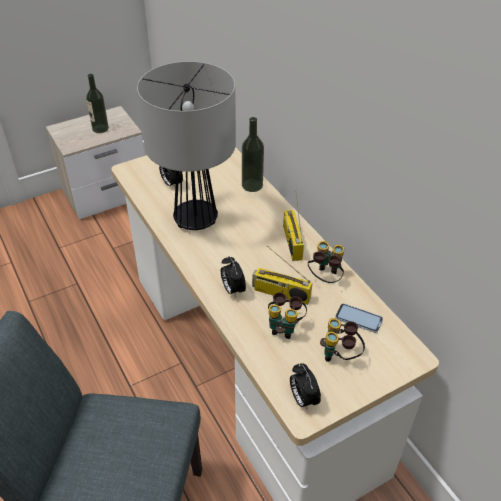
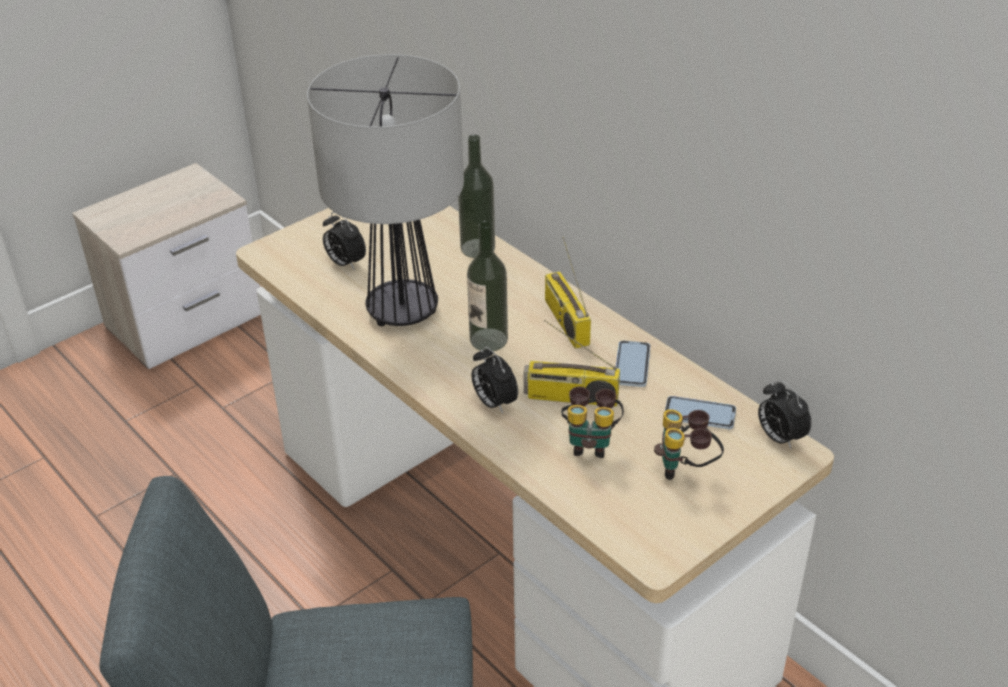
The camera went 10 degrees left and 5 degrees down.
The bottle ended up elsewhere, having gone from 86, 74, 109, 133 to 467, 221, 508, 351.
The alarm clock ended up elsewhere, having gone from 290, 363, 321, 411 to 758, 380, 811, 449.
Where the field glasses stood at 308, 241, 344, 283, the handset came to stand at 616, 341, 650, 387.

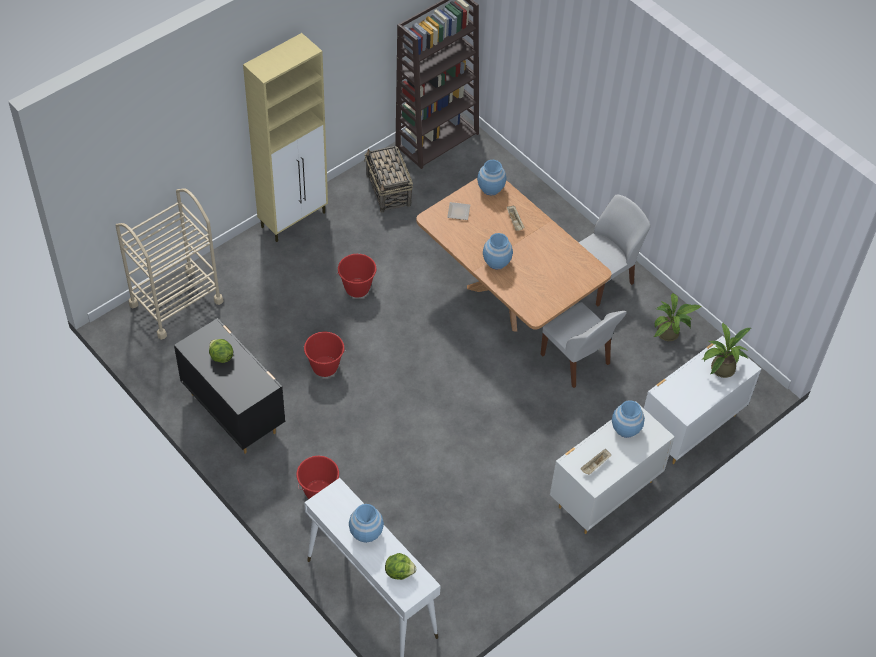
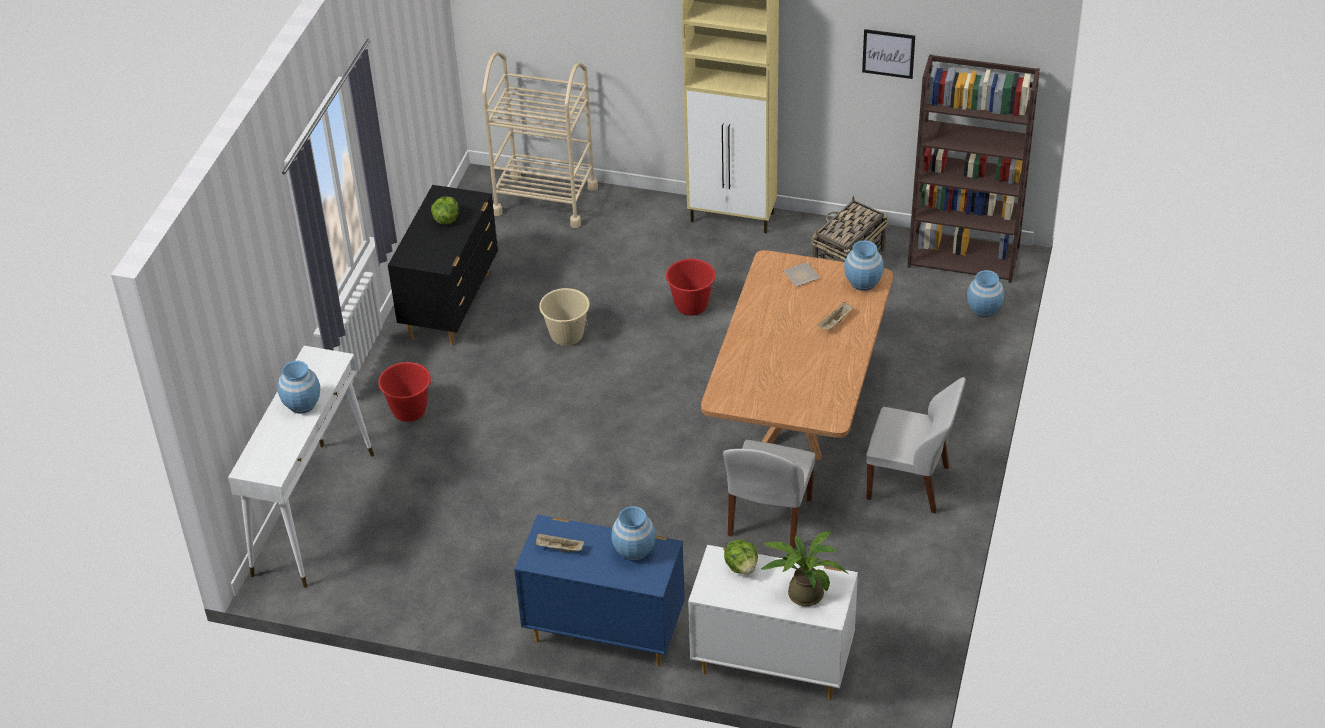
The camera went 60 degrees right and 10 degrees down.
What was the reddish water bucket at 304, 332, 346, 377 turned into the beige-coloured water bucket at 539, 288, 590, 346.
The head of lettuce ended up elsewhere, having gone from 385, 553, 416, 580 to 724, 539, 758, 575.
The bluish vase ended up elsewhere, having gone from 483, 233, 513, 270 to 967, 270, 1004, 317.
What was the whitish chest of drawers at 550, 401, 675, 534 turned into the bluish chest of drawers at 514, 514, 685, 666.
The second view lost the houseplant at 654, 293, 702, 341.
The second view gained the wall art at 862, 29, 915, 79.

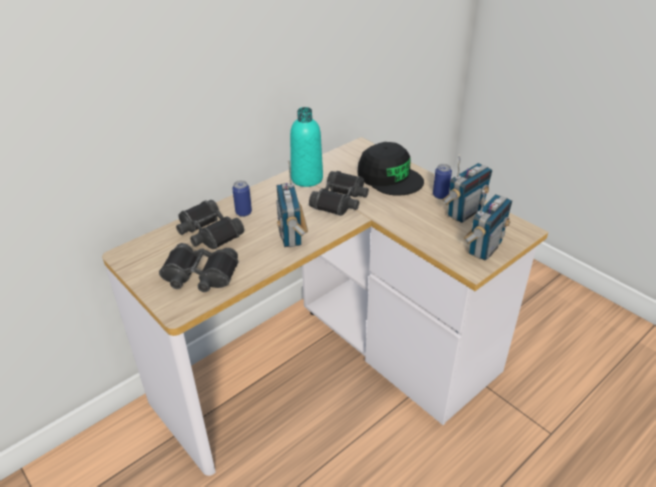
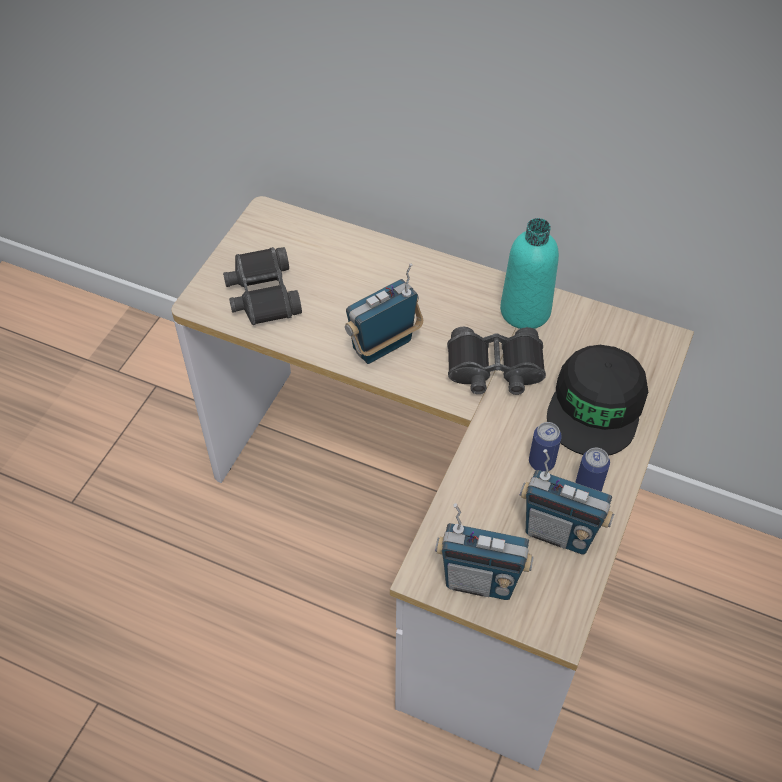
The camera went 65 degrees right and 15 degrees up.
The second view lost the blackish field glasses at 176, 200, 244, 249.
The can ended up elsewhere, having gone from 232, 180, 252, 217 to 529, 422, 562, 471.

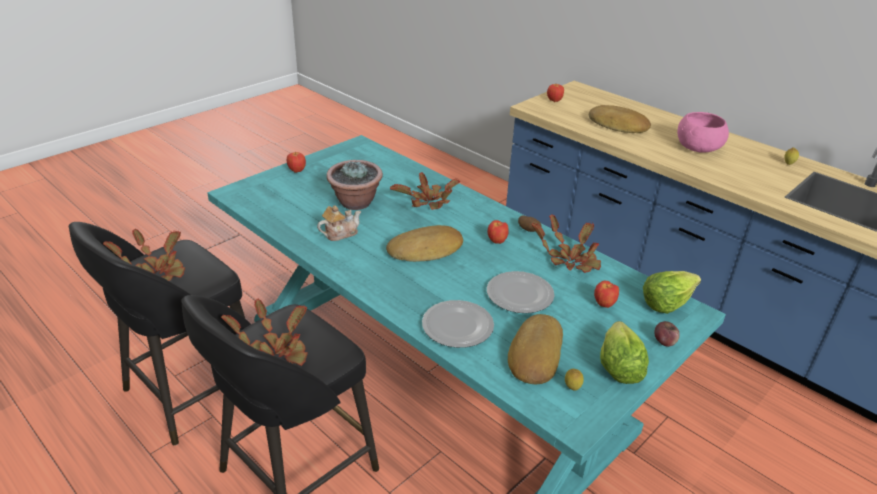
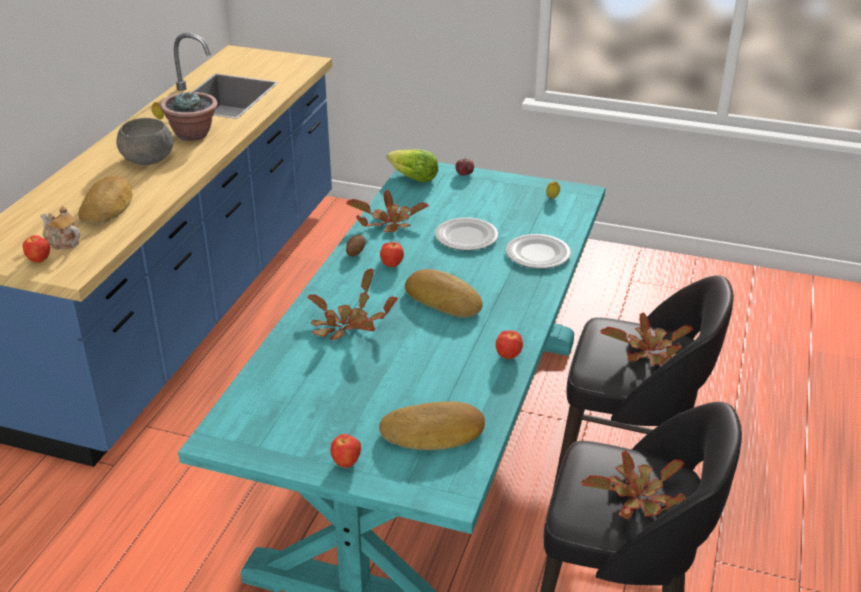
The camera went 115 degrees left and 0 degrees up.
The tea pot ended up elsewhere, having gone from 317, 205, 361, 241 to 41, 206, 80, 250.
The houseplant ended up elsewhere, having gone from 327, 160, 383, 210 to 160, 91, 218, 141.
The bread ended up elsewhere, having gone from 508, 314, 563, 384 to 379, 401, 485, 450.
The apple ended up elsewhere, having gone from 594, 281, 619, 308 to 496, 331, 523, 359.
The second view lost the head of lettuce at 600, 321, 649, 384.
What was the pinkish deep dish at 677, 112, 729, 153 turned into the gray deep dish at 116, 118, 173, 165.

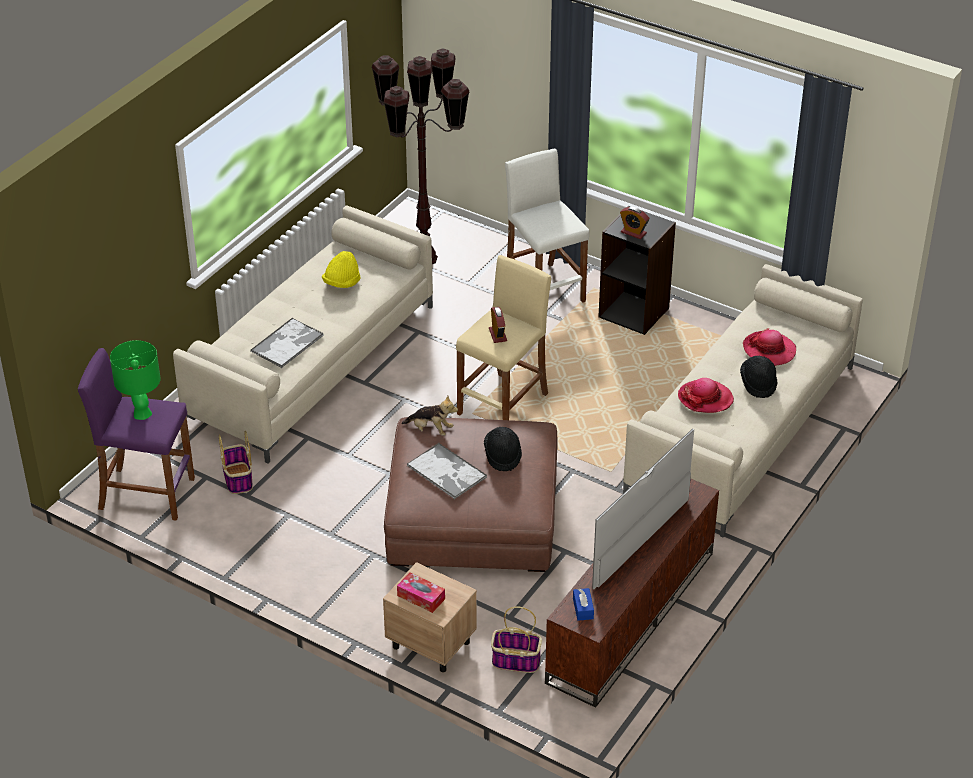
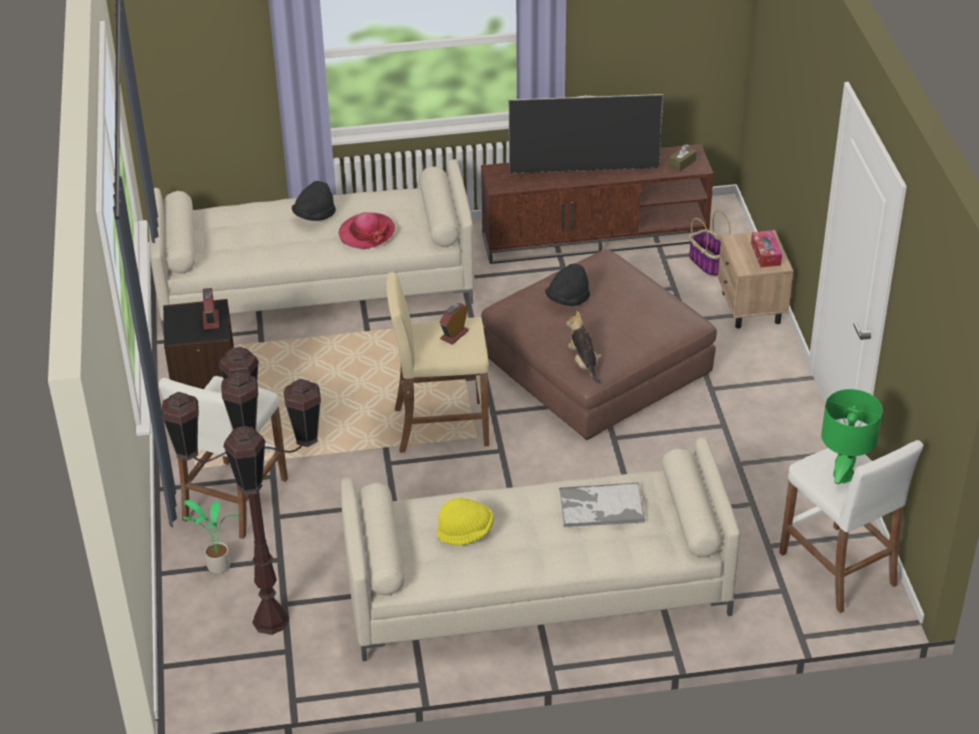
The camera went 130 degrees left and 0 degrees up.
What was the purple sitting stool at 78, 348, 195, 521 turned into the whitish sitting stool at 779, 440, 923, 613.
The second view lost the basket at 219, 431, 253, 494.
The second view lost the tray at 407, 443, 487, 499.
What was the bluish tissue box at 573, 588, 594, 621 turned into the brown tissue box at 669, 144, 697, 172.
The second view lost the hat at 743, 328, 796, 366.
The second view gained the houseplant at 183, 500, 239, 574.

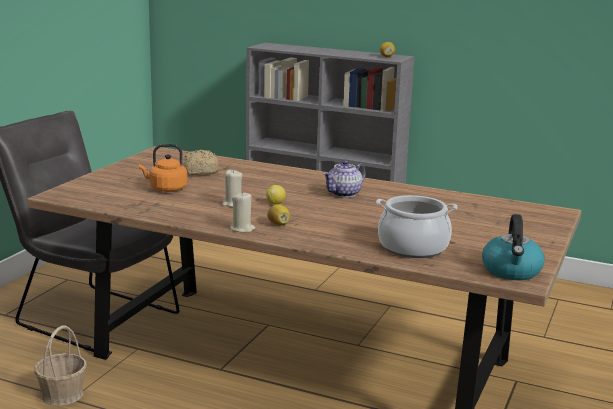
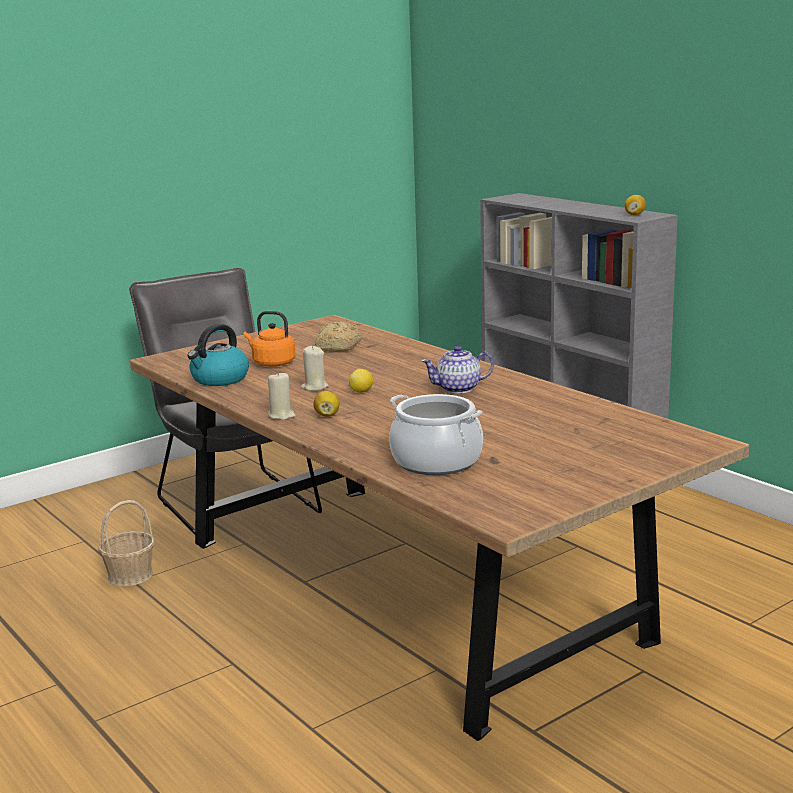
The camera went 30 degrees right and 0 degrees up.
The tea kettle ended up elsewhere, having gone from 482, 214, 545, 280 to 187, 324, 249, 386.

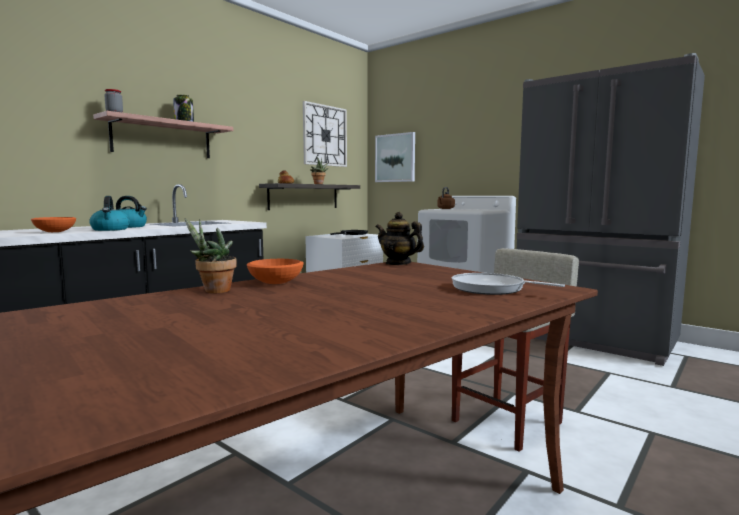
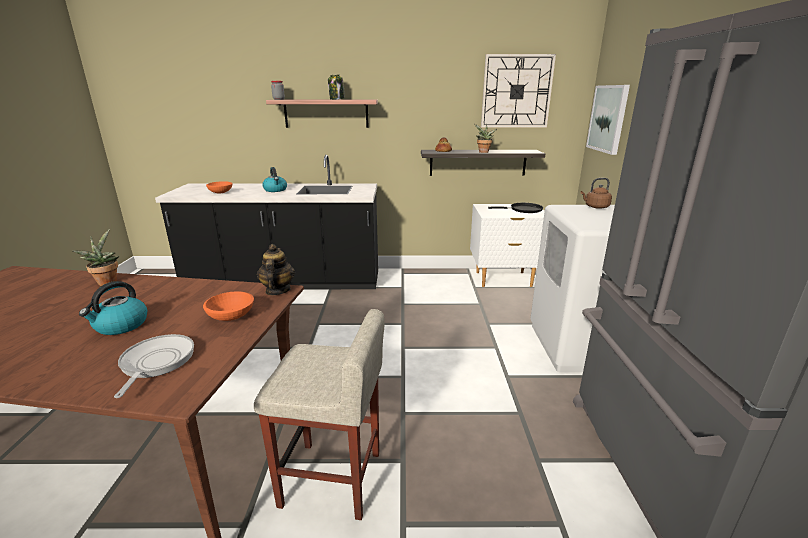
The camera went 50 degrees right and 15 degrees up.
The tea kettle ended up elsewhere, having gone from 89, 196, 130, 231 to 79, 281, 147, 335.
The orangey deep dish ended up elsewhere, having gone from 247, 259, 304, 284 to 203, 292, 254, 321.

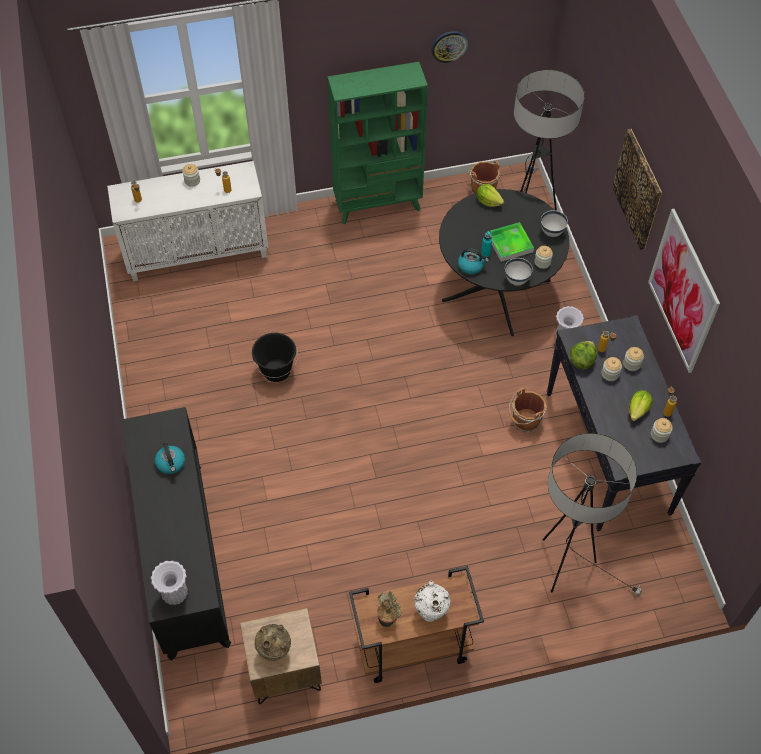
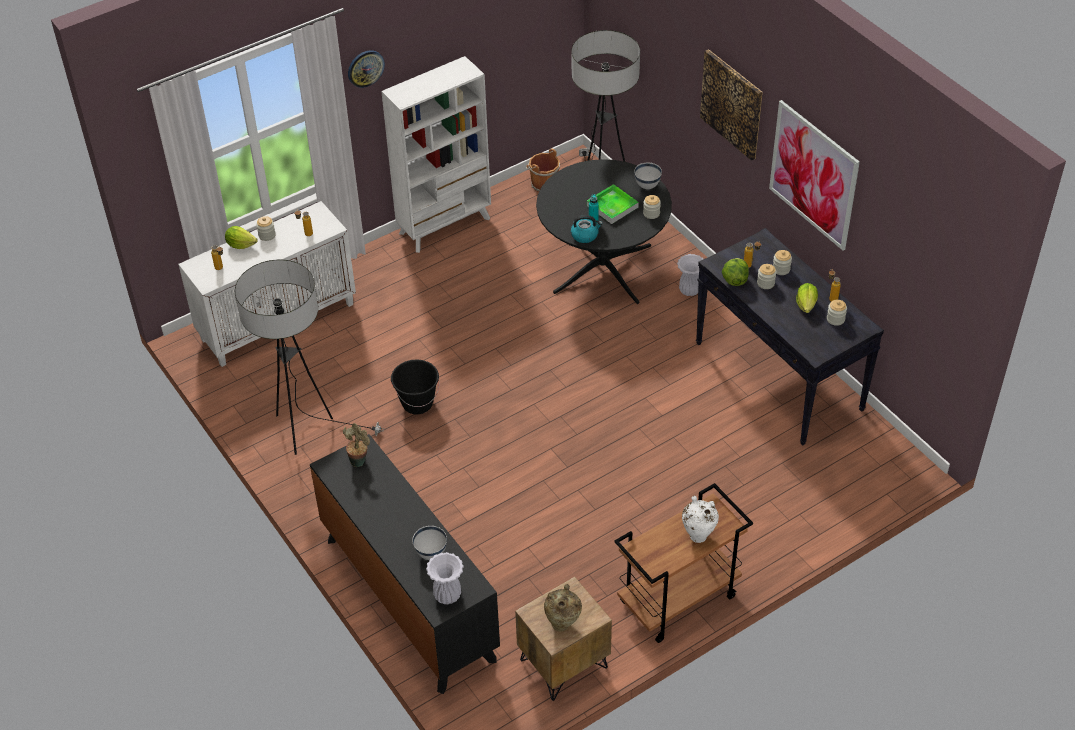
The camera went 20 degrees left and 10 degrees down.
The second view lost the tea kettle at 155, 443, 185, 474.
What was the green-coloured bookshelf at 327, 61, 428, 224 turned into the whitish bookshelf at 381, 56, 491, 253.
The houseplant ended up elsewhere, having gone from 377, 591, 401, 627 to 343, 423, 370, 467.
The clock on the wall ended up elsewhere, having gone from 431, 31, 468, 63 to 348, 50, 385, 88.
The head of lettuce ended up elsewhere, having gone from 476, 184, 505, 207 to 225, 226, 257, 249.
The whitish deep dish ended up elsewhere, having gone from 505, 258, 533, 285 to 412, 526, 447, 560.
The second view lost the brown water bucket at 509, 388, 547, 433.
The standard lamp ended up elsewhere, having gone from 543, 433, 644, 597 to 235, 260, 383, 455.

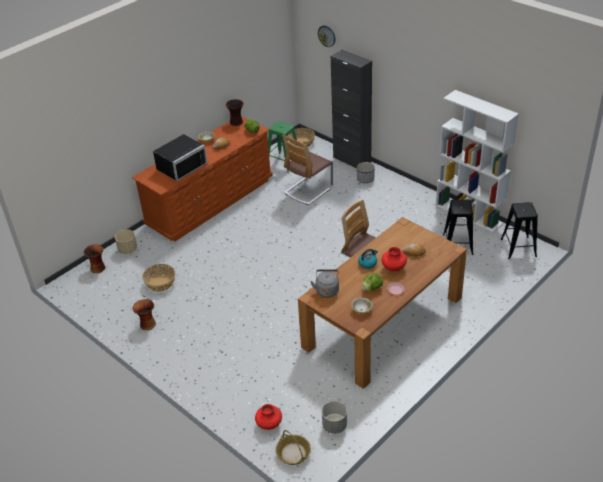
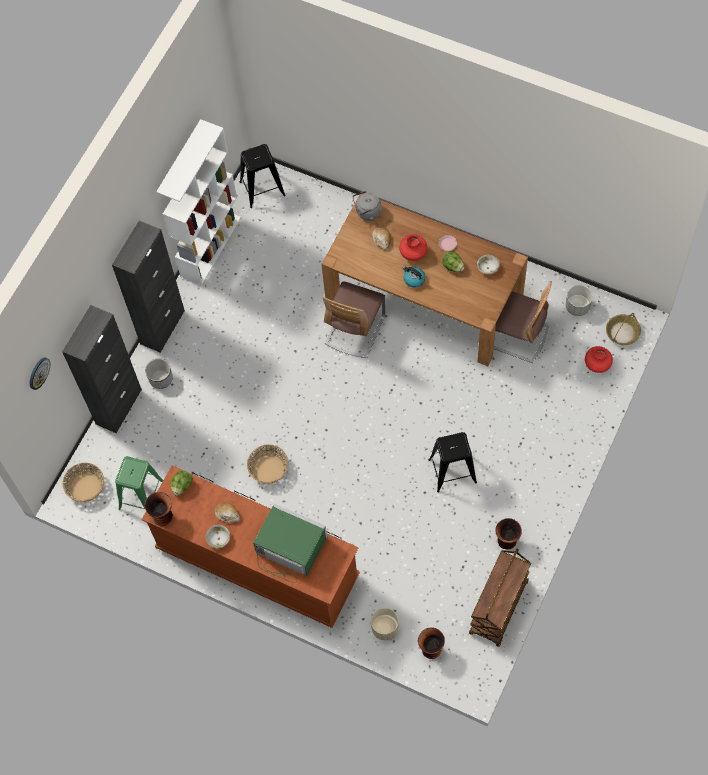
The camera went 105 degrees left and 25 degrees up.
The basket ended up elsewhere, having gone from 142, 264, 175, 292 to 247, 445, 289, 484.
What was the blackish kitchen microwave at 153, 134, 207, 181 turned into the green-coloured kitchen microwave at 253, 503, 327, 583.
The upright chair ended up elsewhere, having gone from 282, 135, 333, 205 to 494, 281, 552, 363.
The gray tea kettle ended up elsewhere, having gone from 310, 270, 339, 298 to 353, 191, 381, 221.
The blackish sitting stool ended up elsewhere, having gone from 443, 199, 474, 255 to 428, 432, 477, 492.
The second view gained the blackish cabinet at 112, 221, 185, 353.
The second view gained the brown cart at 469, 549, 531, 647.

